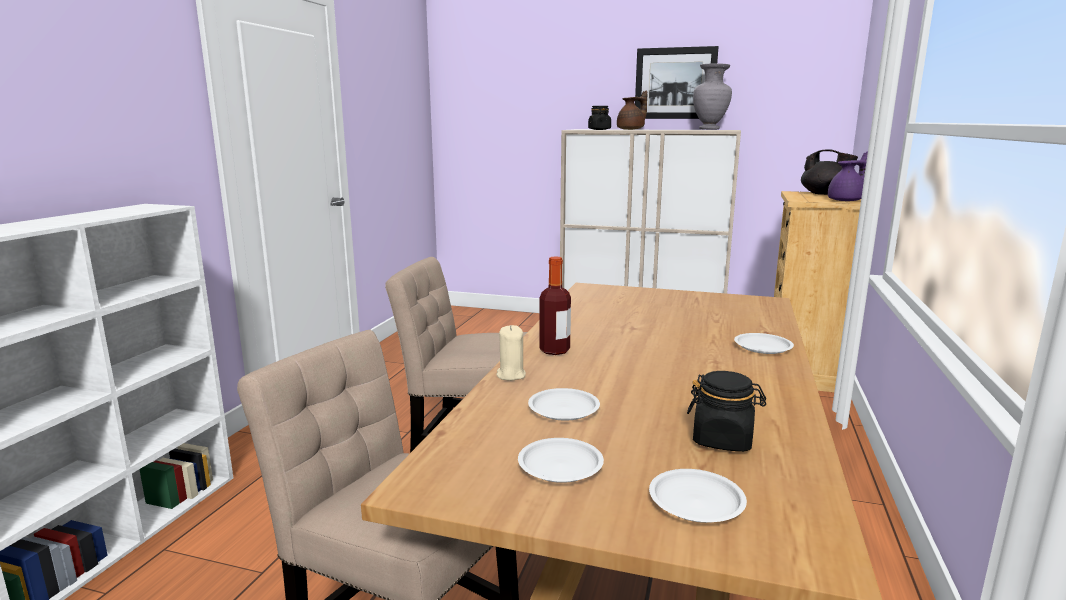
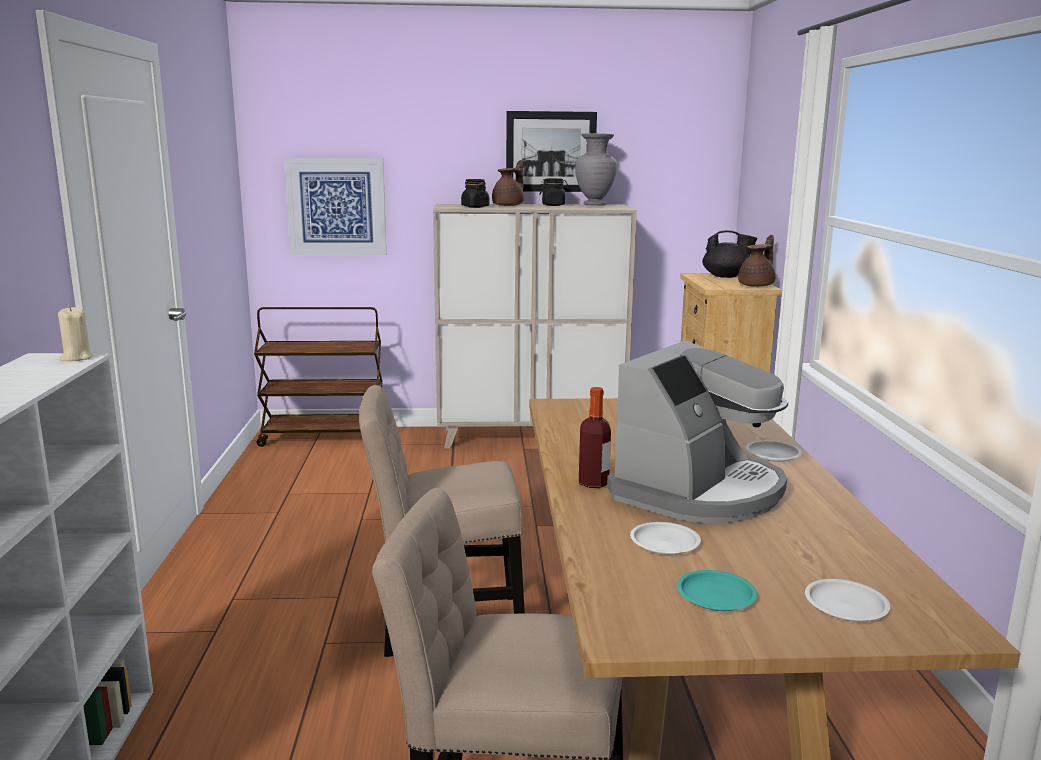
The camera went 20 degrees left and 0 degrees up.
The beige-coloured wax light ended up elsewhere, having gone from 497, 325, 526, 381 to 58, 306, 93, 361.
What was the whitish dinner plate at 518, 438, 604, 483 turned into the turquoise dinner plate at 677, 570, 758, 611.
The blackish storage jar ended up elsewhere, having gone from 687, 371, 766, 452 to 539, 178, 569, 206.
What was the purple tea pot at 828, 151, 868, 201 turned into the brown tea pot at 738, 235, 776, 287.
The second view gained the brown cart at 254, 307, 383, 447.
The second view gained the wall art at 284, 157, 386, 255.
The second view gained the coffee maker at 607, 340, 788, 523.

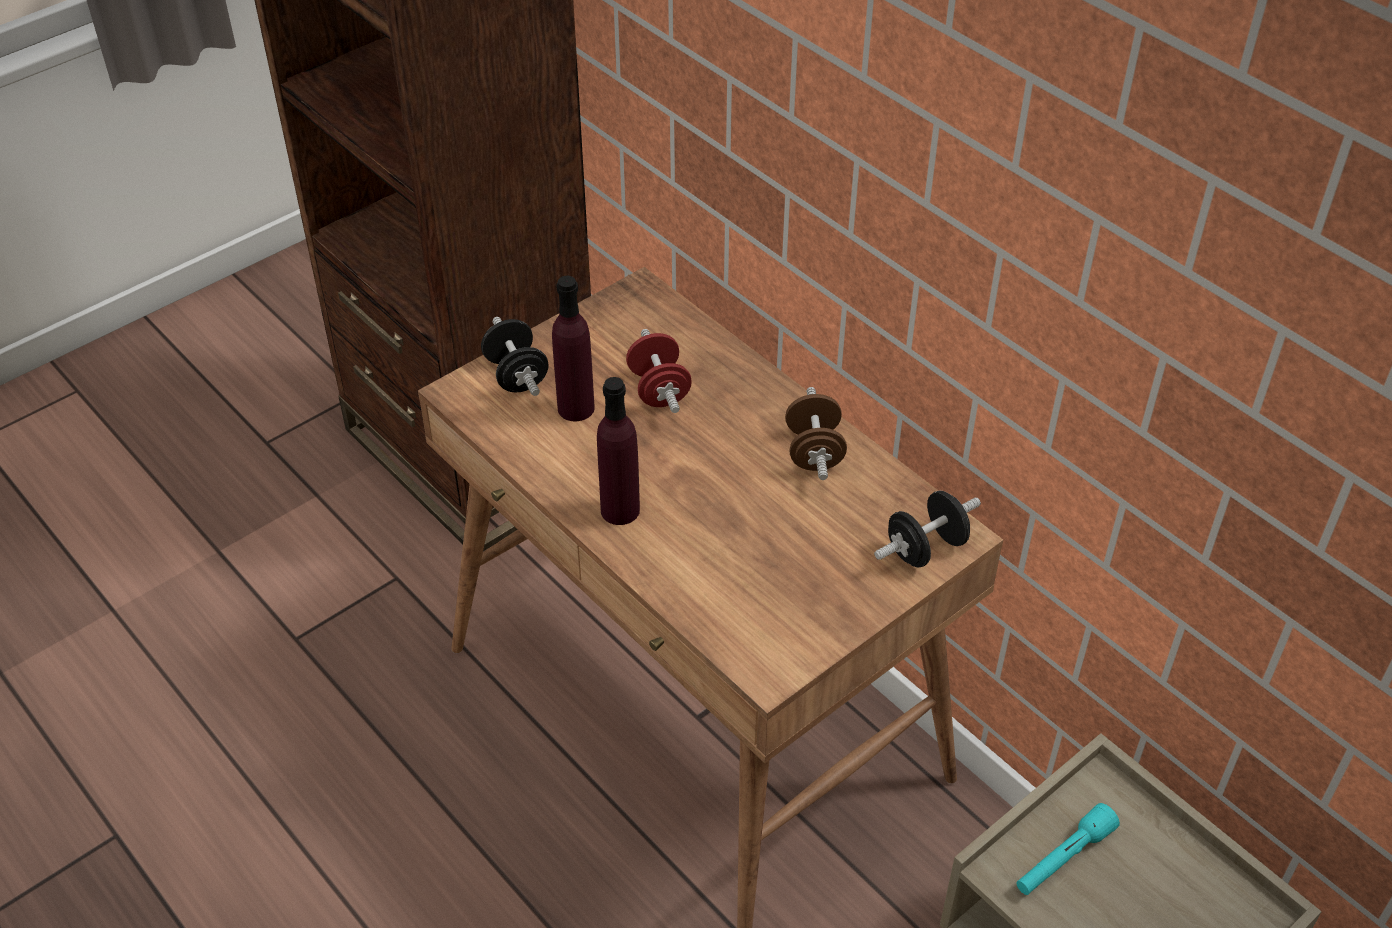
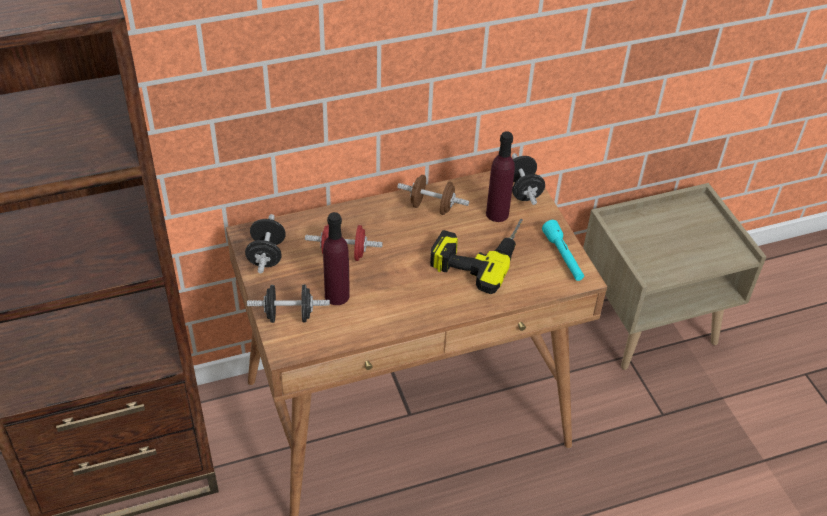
The camera went 70 degrees left and 0 degrees up.
The purple bottle ended up elsewhere, having gone from 597, 377, 640, 525 to 486, 131, 515, 222.
The turquoise hand torch ended up elsewhere, having gone from 1016, 803, 1120, 895 to 542, 220, 584, 281.
The second view gained the blackish free weight at 245, 214, 286, 273.
The second view gained the drill at 430, 219, 523, 294.

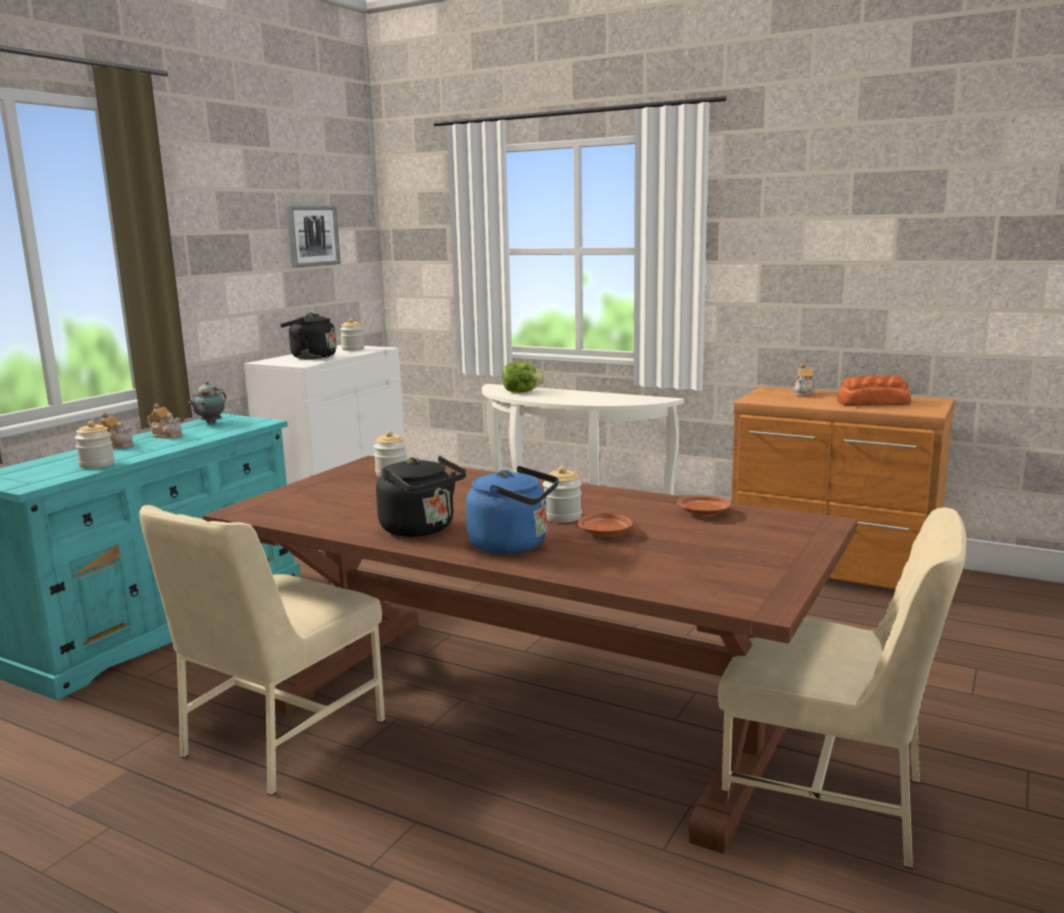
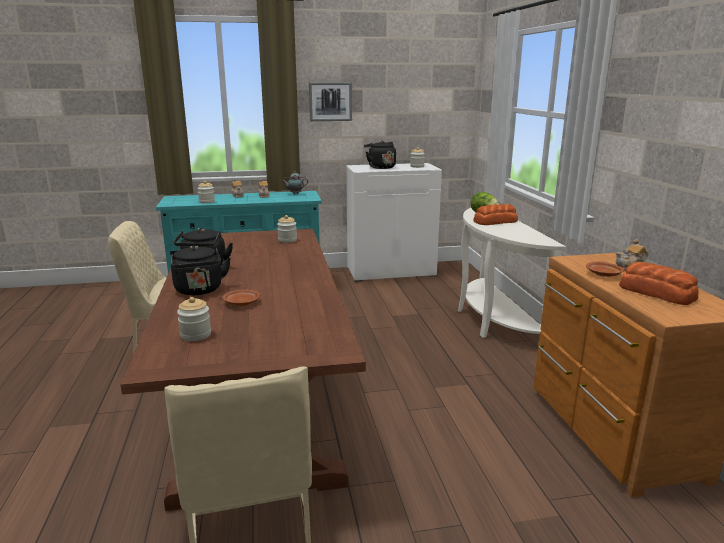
The camera went 50 degrees right and 5 degrees up.
The wall art ended up elsewhere, having gone from 286, 206, 341, 267 to 309, 82, 352, 121.
What was the bluish tea kettle at 466, 466, 559, 554 turned into the blackish tea kettle at 171, 245, 231, 295.
The storage jar ended up elsewhere, having gone from 543, 466, 582, 522 to 177, 297, 211, 341.
The brown dinner plate ended up elsewhere, having gone from 677, 495, 731, 516 to 586, 262, 624, 277.
The second view gained the bread at 473, 204, 518, 225.

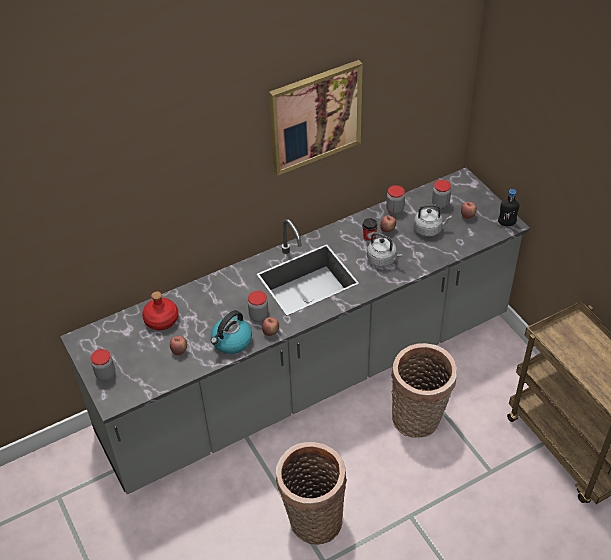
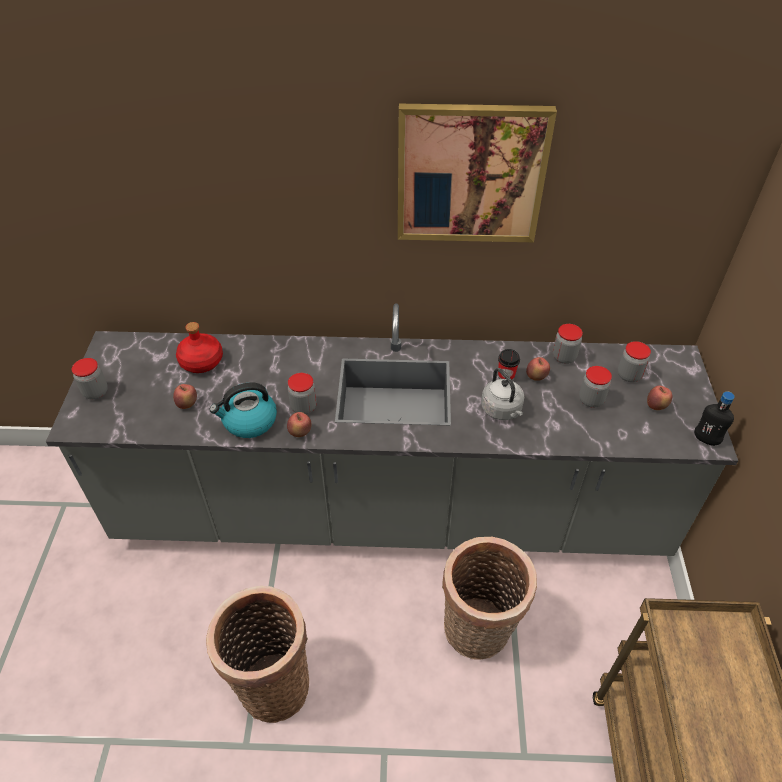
The camera went 30 degrees right and 0 degrees up.
Where the gray tea kettle stood at 414, 204, 452, 237, the storage jar came to stand at 579, 366, 612, 408.

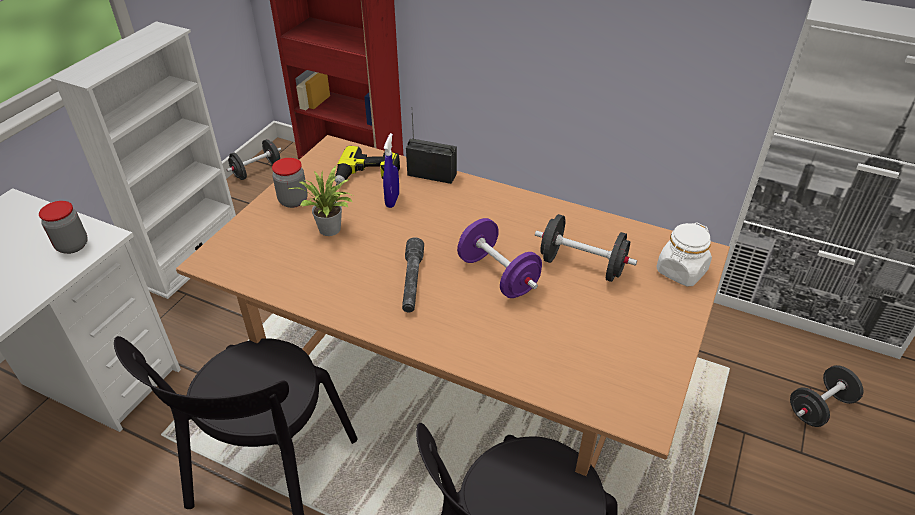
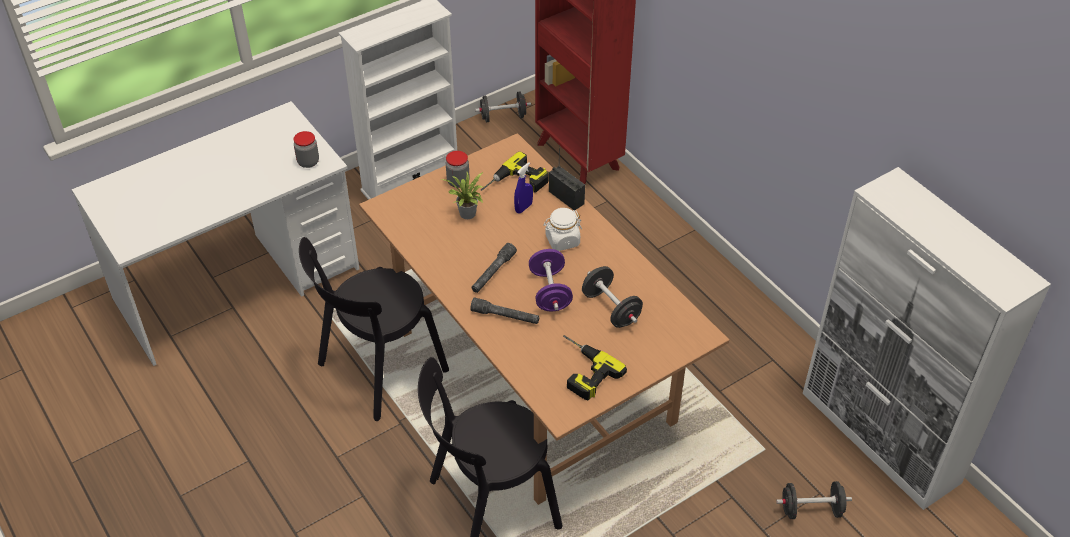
The camera went 30 degrees right and 5 degrees up.
The whitish storage jar ended up elsewhere, having gone from 656, 222, 712, 286 to 543, 208, 582, 251.
The second view gained the gray hand torch at 470, 297, 539, 324.
The second view gained the drill at 563, 335, 627, 400.

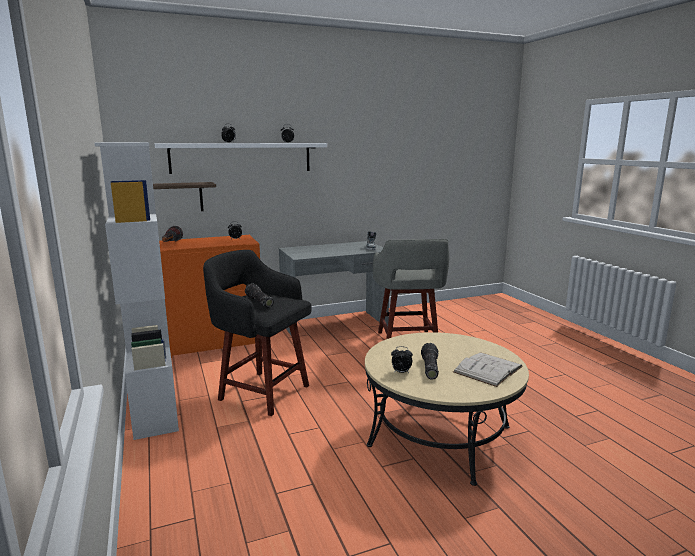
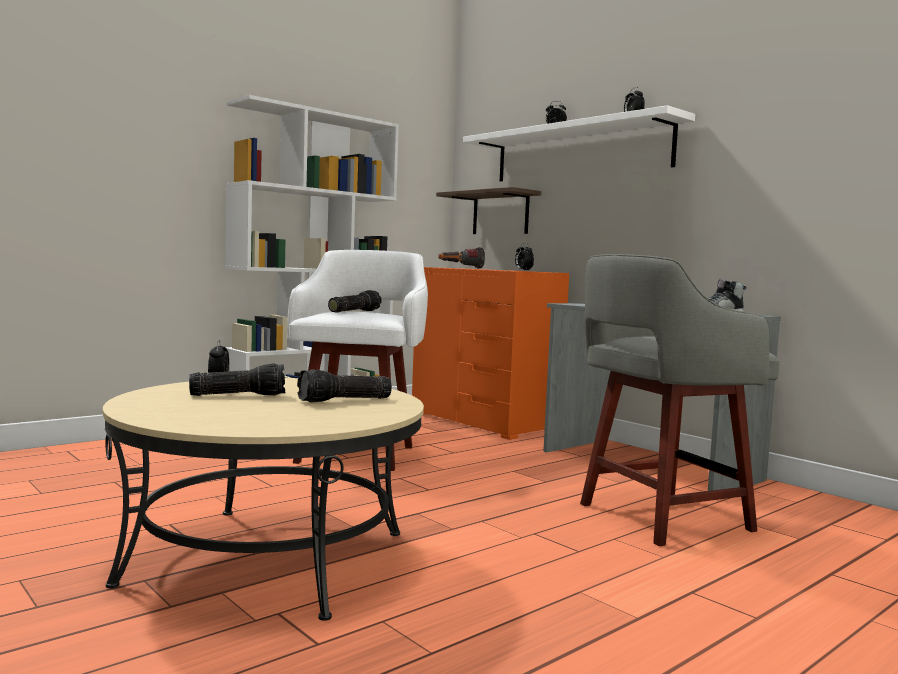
The camera went 70 degrees right and 10 degrees down.
What was the blackish sitting stool at 203, 250, 311, 416 turned into the whitish sitting stool at 287, 250, 428, 471.
The second view lost the whitish bound book at 453, 352, 523, 387.
The second view gained the hand torch at 297, 369, 392, 403.

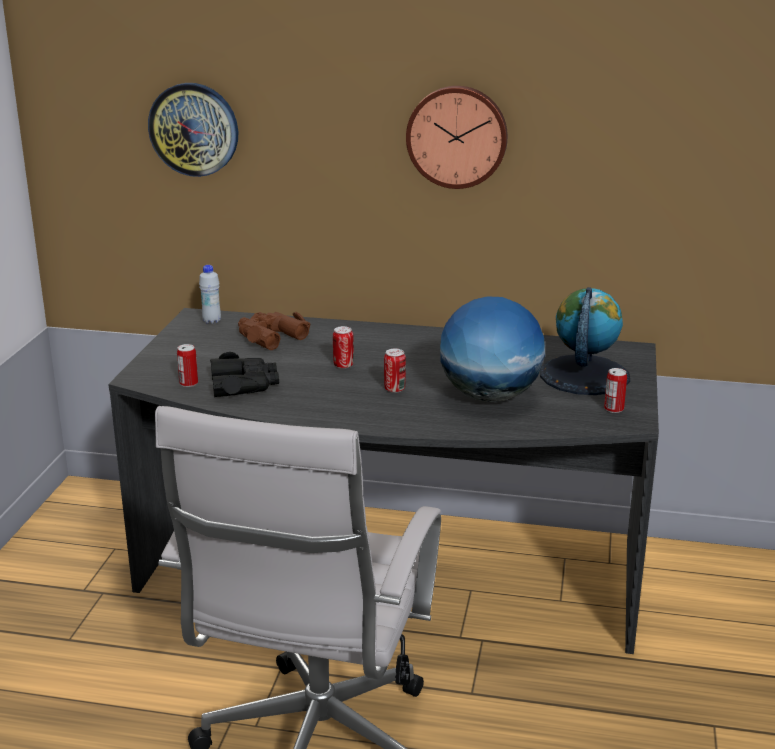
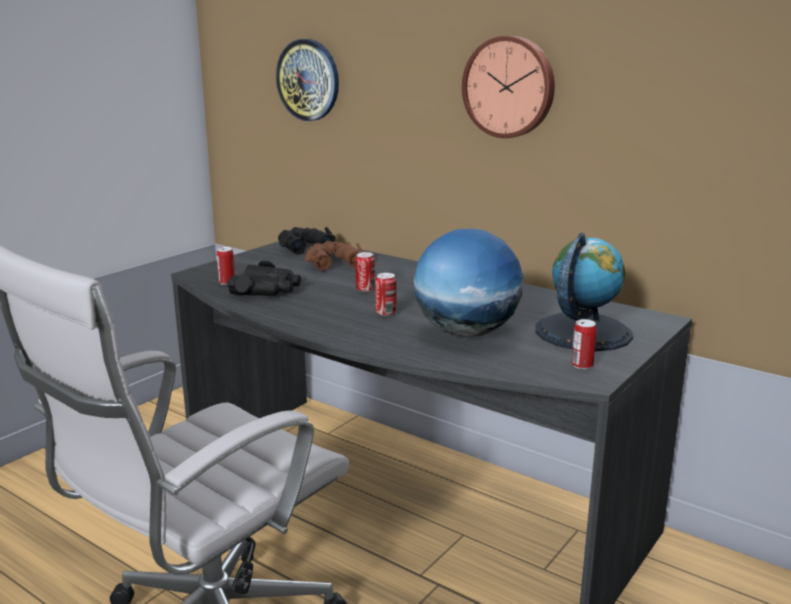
The camera went 25 degrees right and 5 degrees down.
Where the whitish bottle stood at 199, 265, 221, 324, the blackish field glasses came to stand at 278, 227, 336, 254.

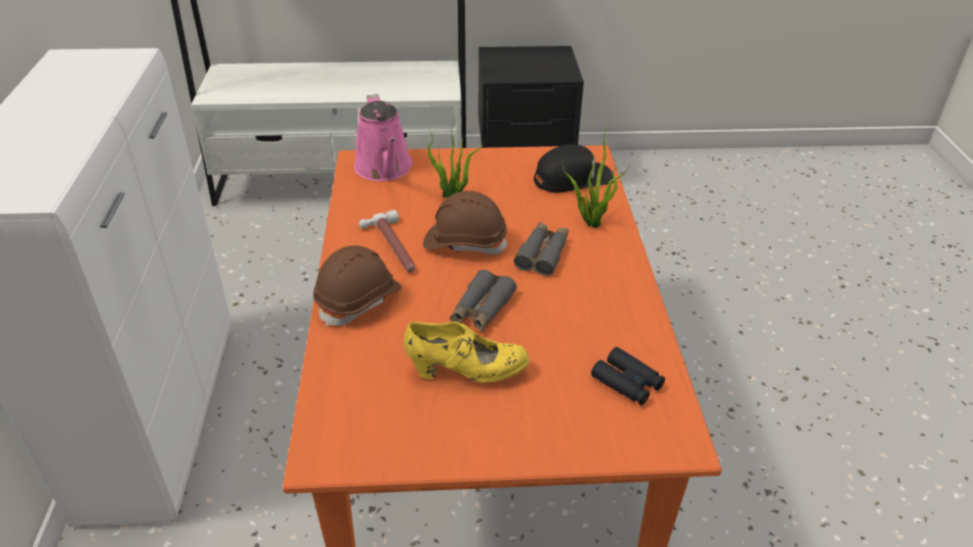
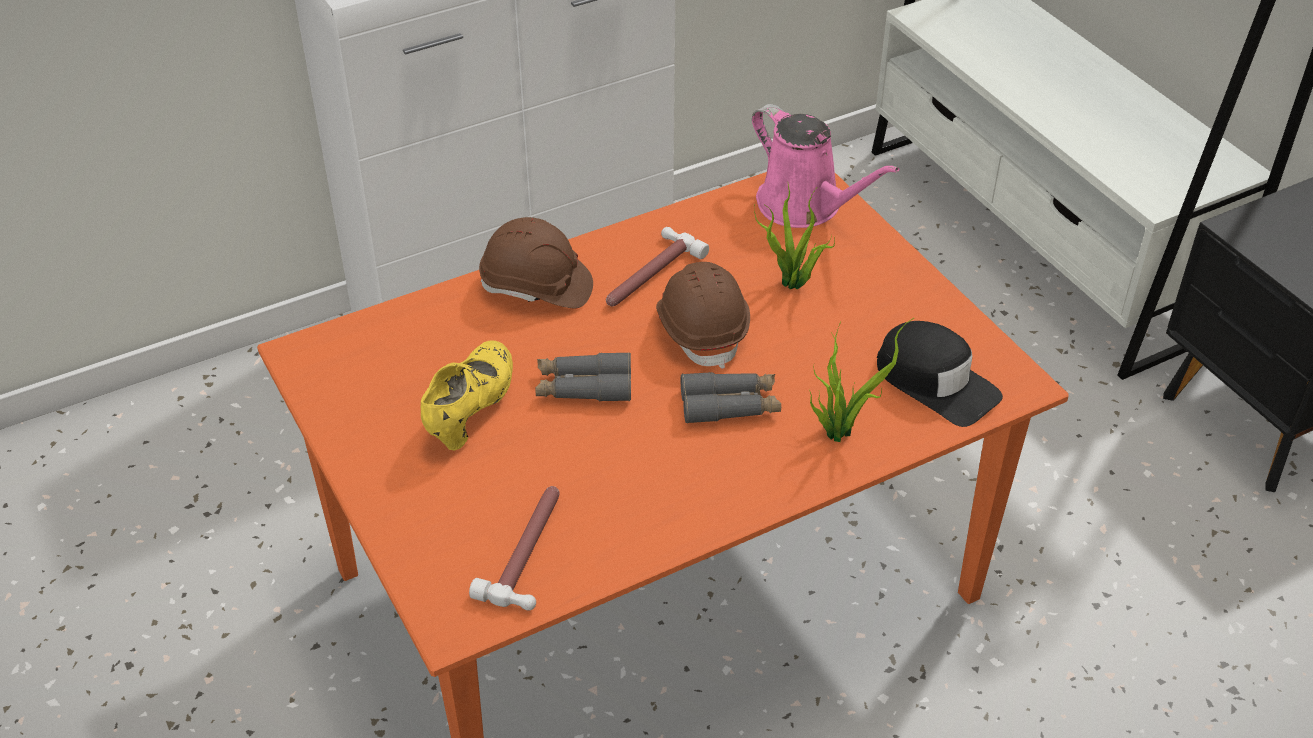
The camera went 65 degrees right and 5 degrees up.
The pinkish watering pot at 354, 94, 413, 181 ended up facing another way, 90 degrees counterclockwise from before.
The yellow low shoe at 404, 322, 529, 383 ended up facing another way, 135 degrees counterclockwise from before.
Where the blackish field glasses stood at 591, 347, 665, 405, the hand hammer came to stand at 469, 486, 559, 611.

